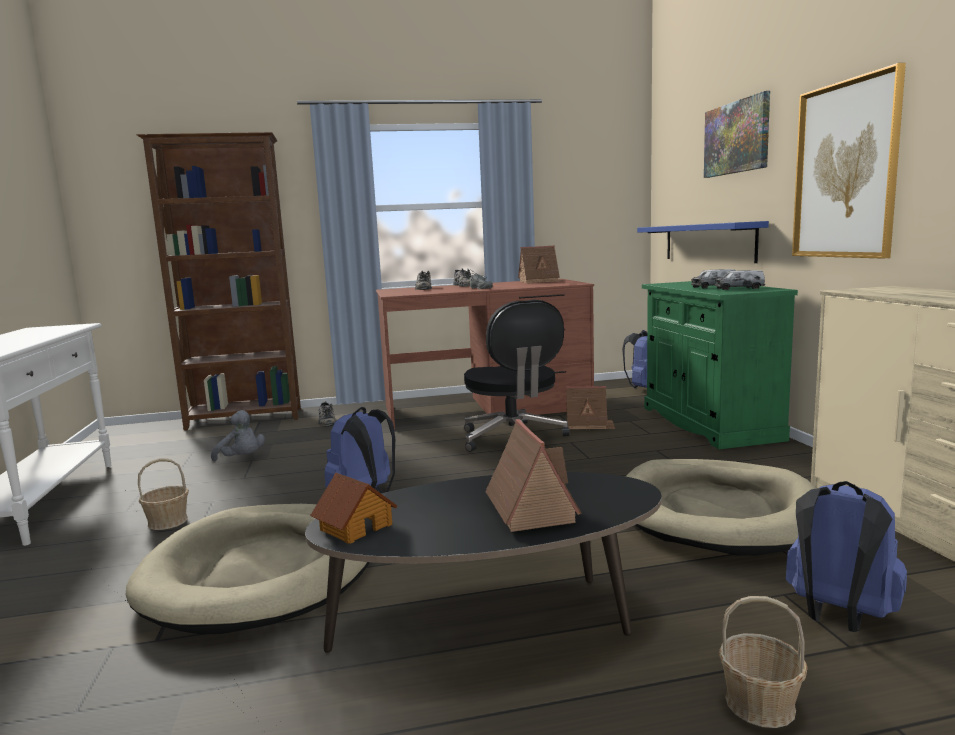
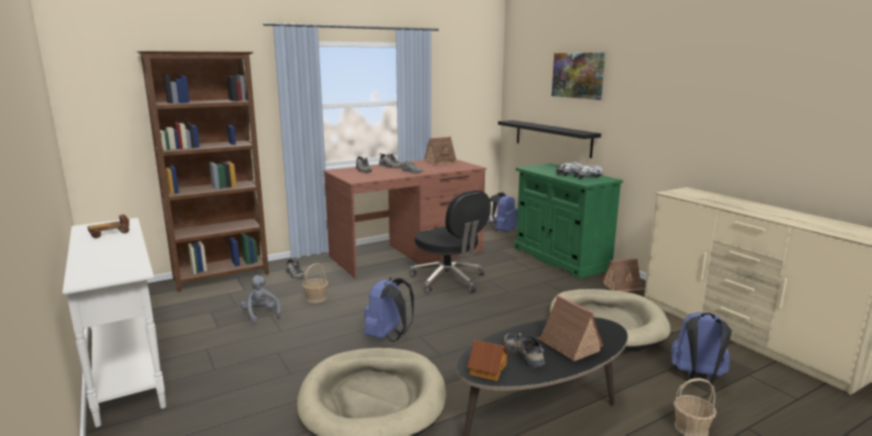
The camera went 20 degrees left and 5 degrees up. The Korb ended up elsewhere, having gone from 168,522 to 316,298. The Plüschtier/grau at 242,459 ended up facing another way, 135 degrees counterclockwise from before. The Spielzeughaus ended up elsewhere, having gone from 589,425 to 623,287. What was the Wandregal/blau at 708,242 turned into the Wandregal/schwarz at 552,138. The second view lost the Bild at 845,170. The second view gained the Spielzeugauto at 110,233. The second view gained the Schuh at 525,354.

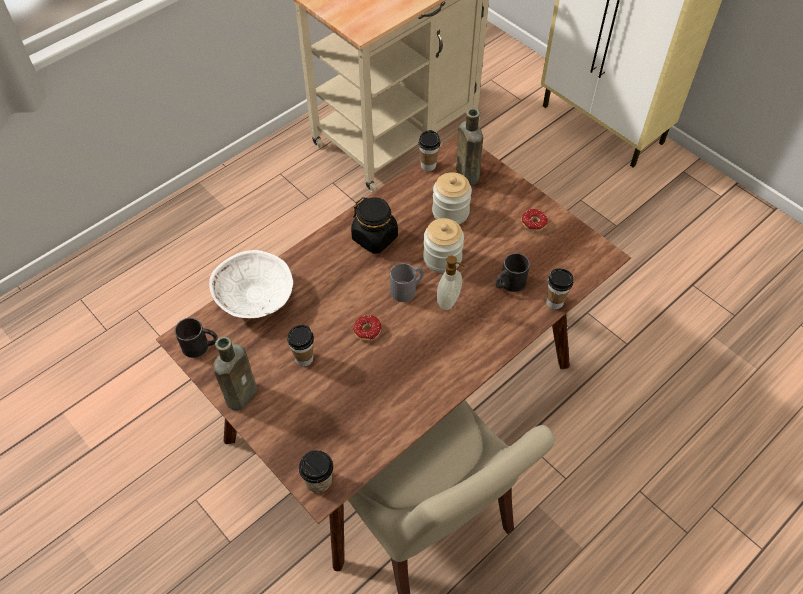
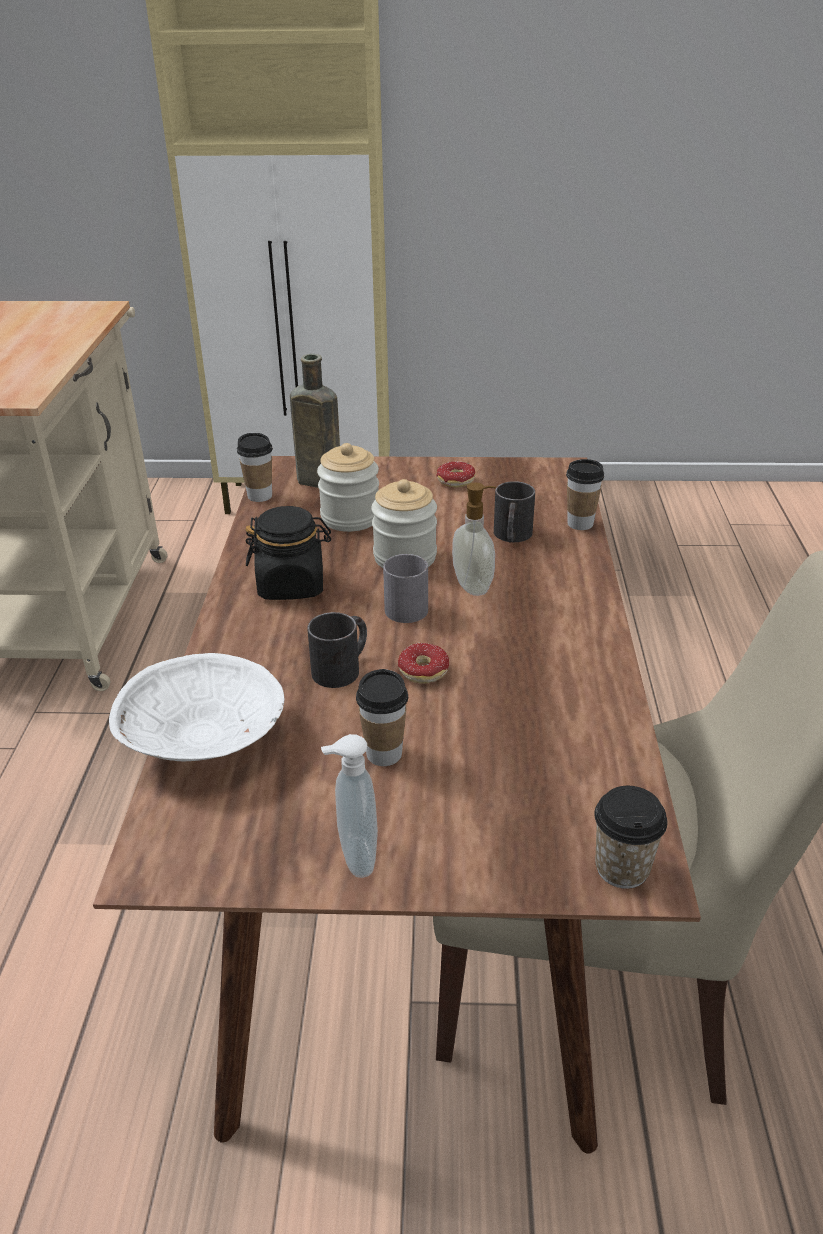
The camera went 45 degrees left and 20 degrees down. The Henkelbecher/schwarz ended up elsewhere, having gone from 201,346 to 342,667. Where the Flasche/braun stood at 243,393, the Seifenspender came to stand at 354,857.

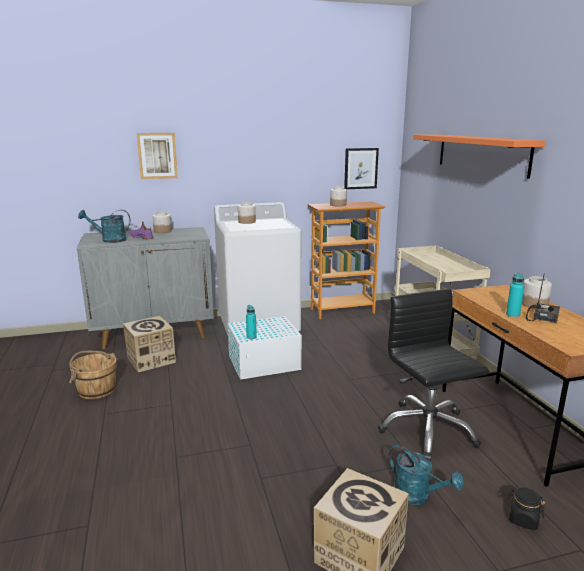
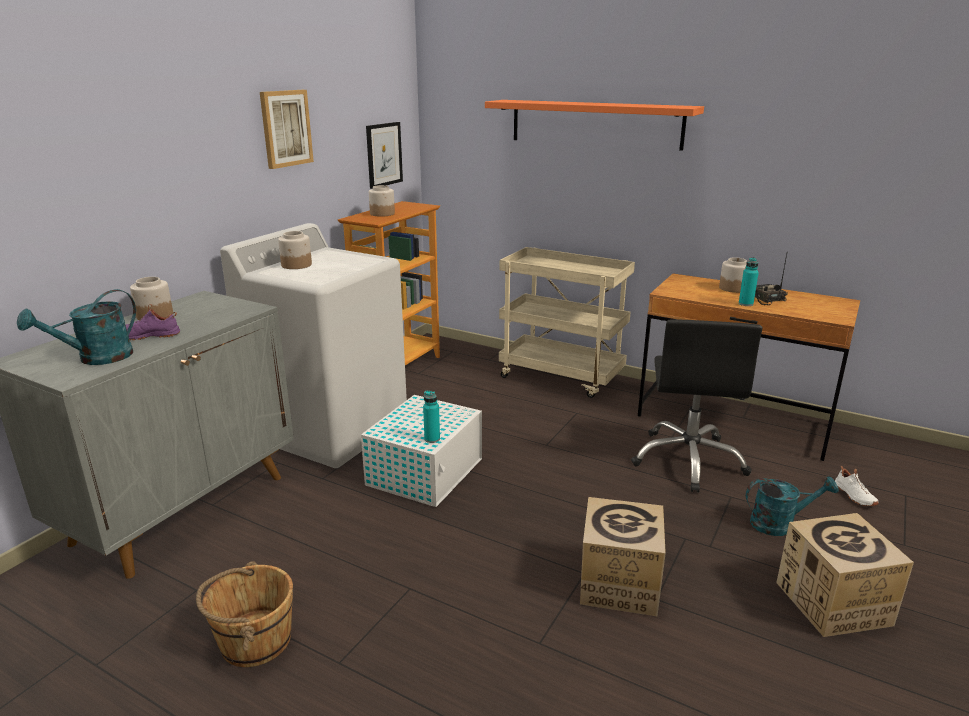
The camera went 45 degrees left and 5 degrees up. The Karton ended up elsewhere, having gone from 151,360 to 618,584. The Bild ended up elsewhere, having gone from 157,155 to 285,128. The Bürostuhl/schwarz at 427,430 ended up facing another way, 105 degrees counterclockwise from before. Where the Vorratsglas/schwarz stood at 523,519, the Schuh/weiß came to stand at 853,496.

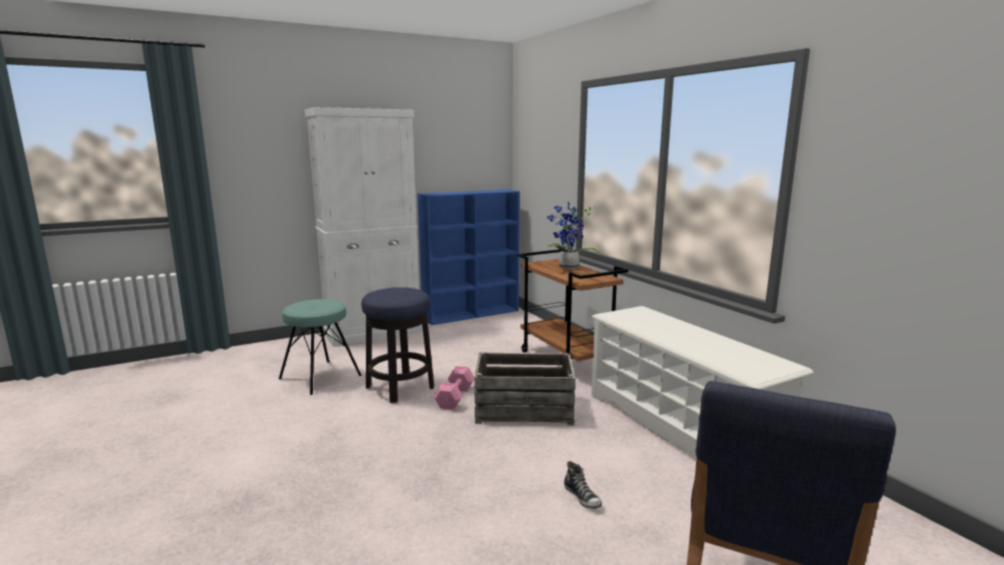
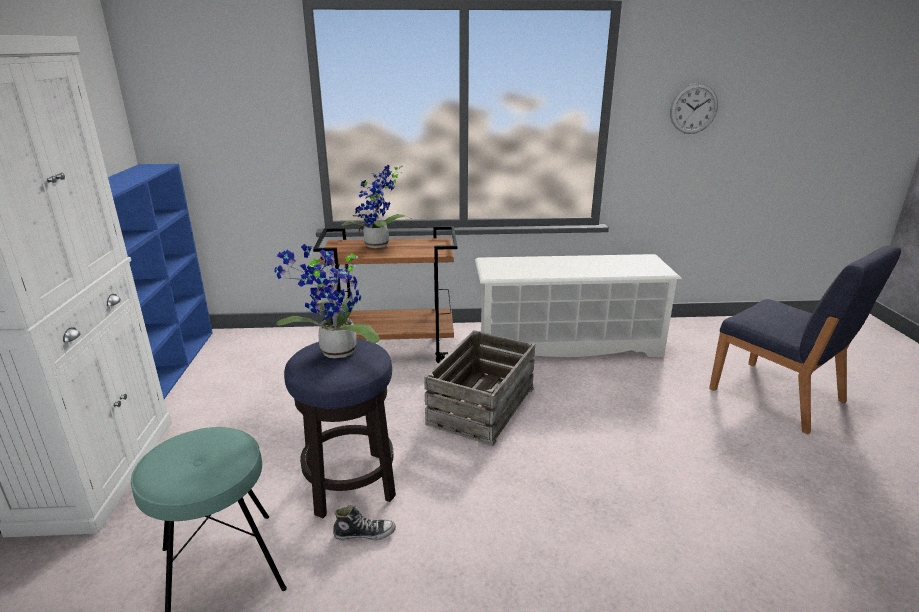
The camera went 65 degrees left and 10 degrees up. The second view lost the Hantel/rosa at 456,397. The Schuh ended up elsewhere, having gone from 582,497 to 364,533. The second view gained the Topfpflanze at 335,353. The second view gained the Wanduhr at 693,108.

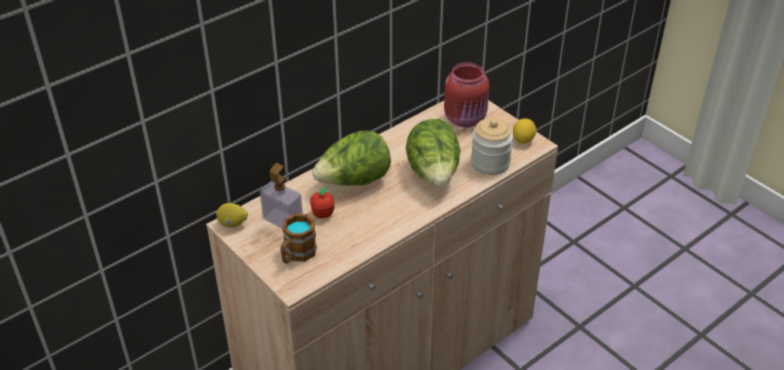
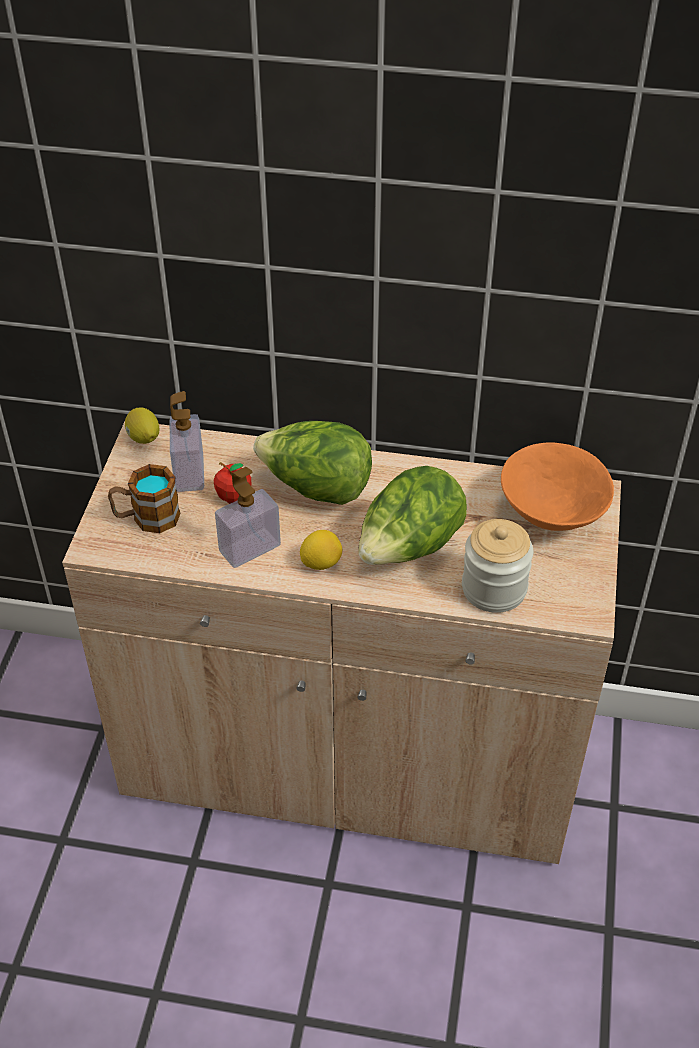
The camera went 50 degrees right and 5 degrees up. Where the Vorratsglas/rot stood at 466,119, the Schüssel/orange came to stand at 552,515. The Zitrone ended up elsewhere, having gone from 523,140 to 321,563. The second view gained the Seifenspender at 249,548.

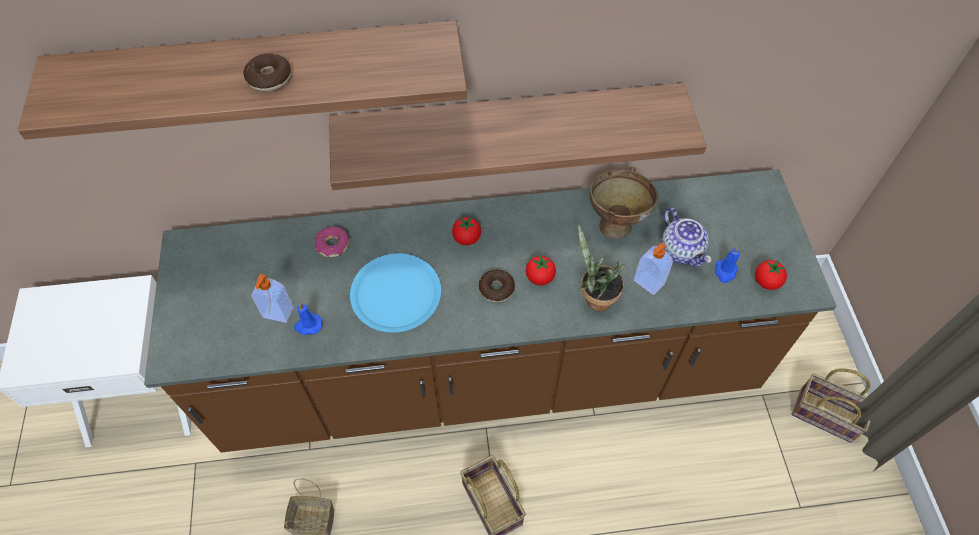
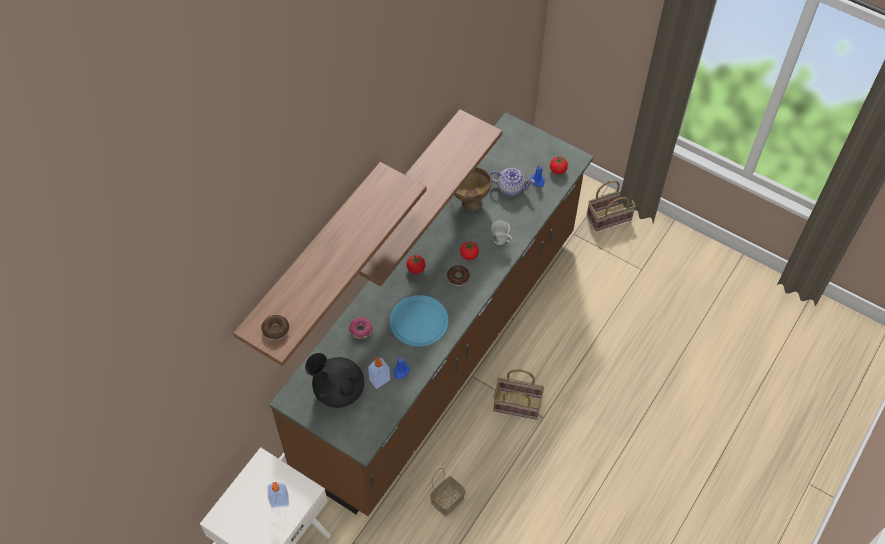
The camera went 50 degrees left and 0 degrees up. The Donut ended up elsewhere, having gone from 269,78 to 276,330. Where the Topfpflanze stood at 594,298, the Henkelbecher/weiß came to stand at 502,242. The Seifenspender ended up elsewhere, having gone from 648,283 to 279,502. The second view gained the Teekanne/schwarz at 338,389.

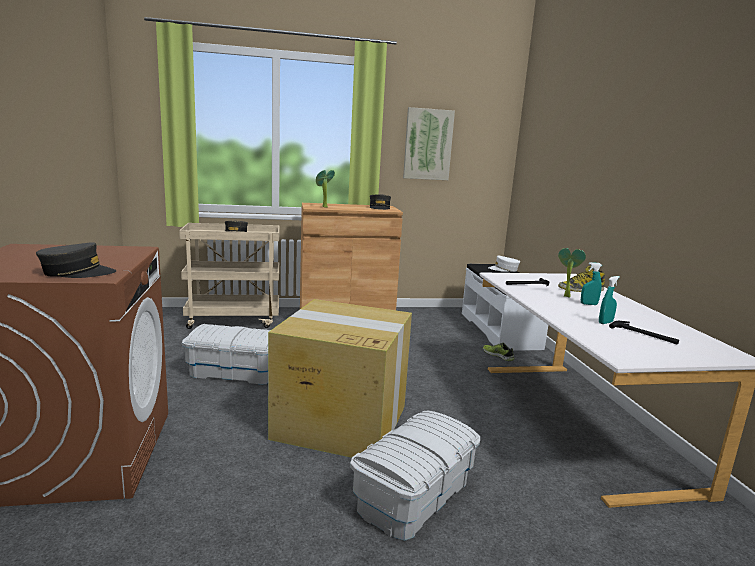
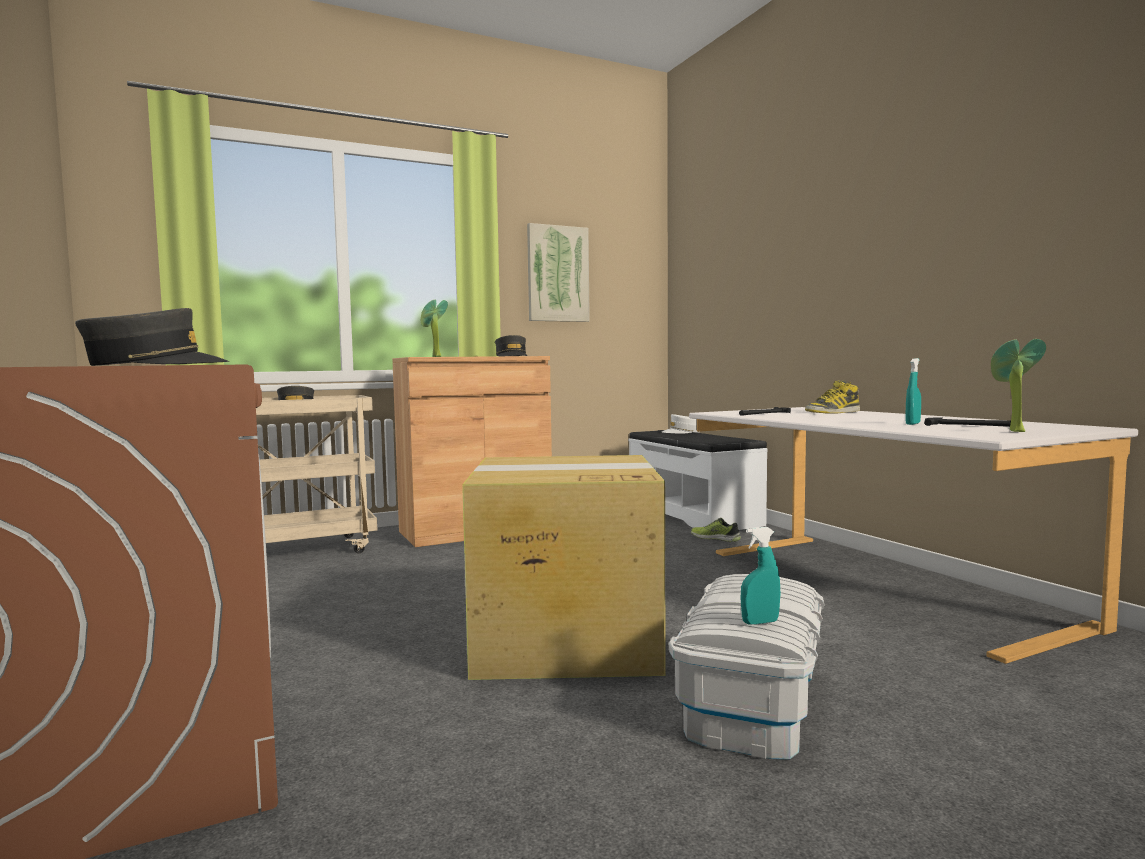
The camera went 15 degrees left and 10 degrees down. The second view lost the Aufbewahrungsbox/weiß at 234,372. The Topfpflanze ended up elsewhere, having gone from 565,296 to 1012,431. The Sprühflasche/türkis ended up elsewhere, having gone from 588,304 to 760,622.

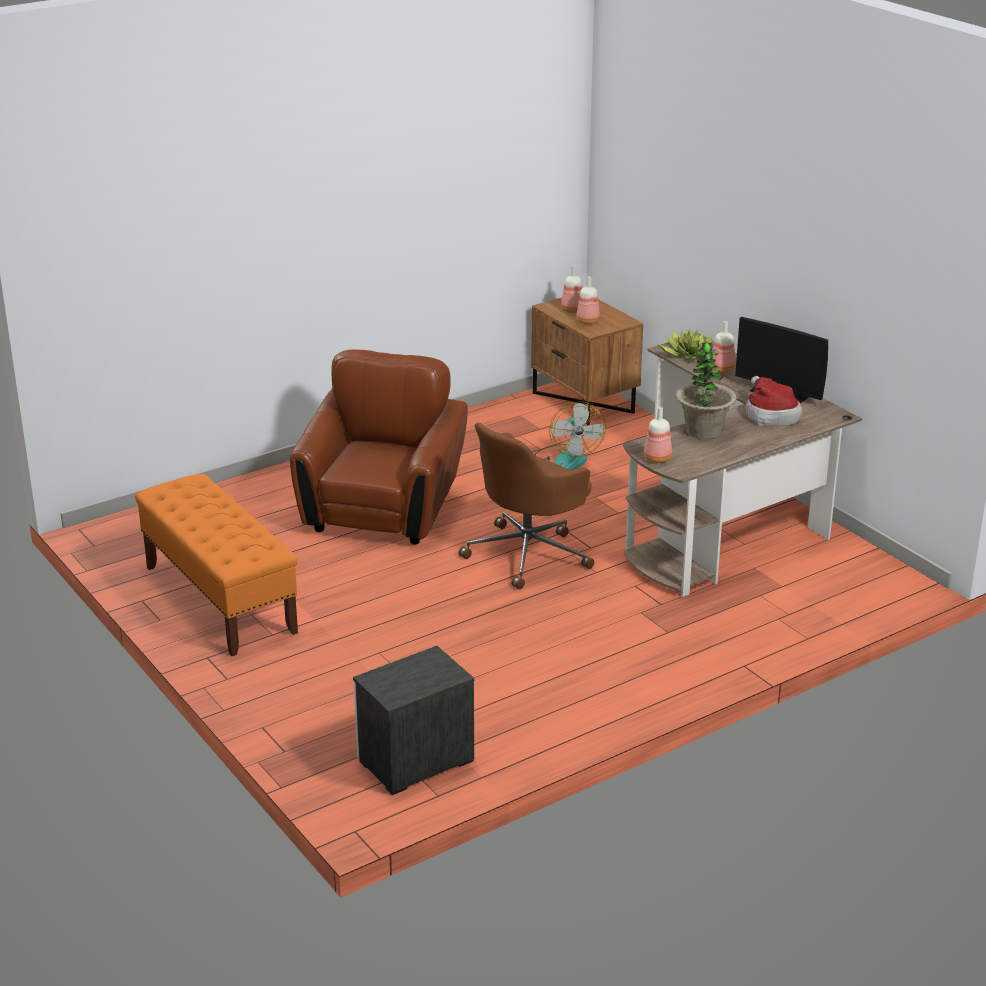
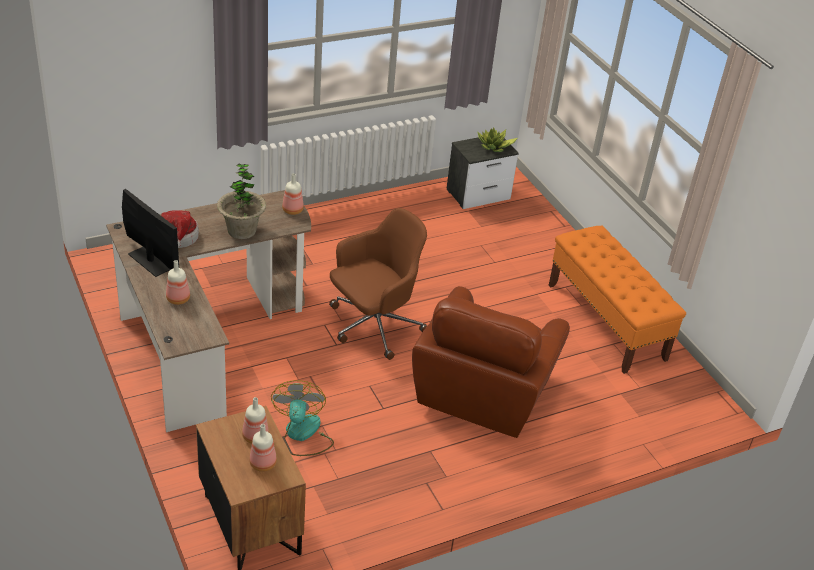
The camera went 175 degrees left and 10 degrees up. The Topfpflanze ended up elsewhere, having gone from 687,354 to 494,147.

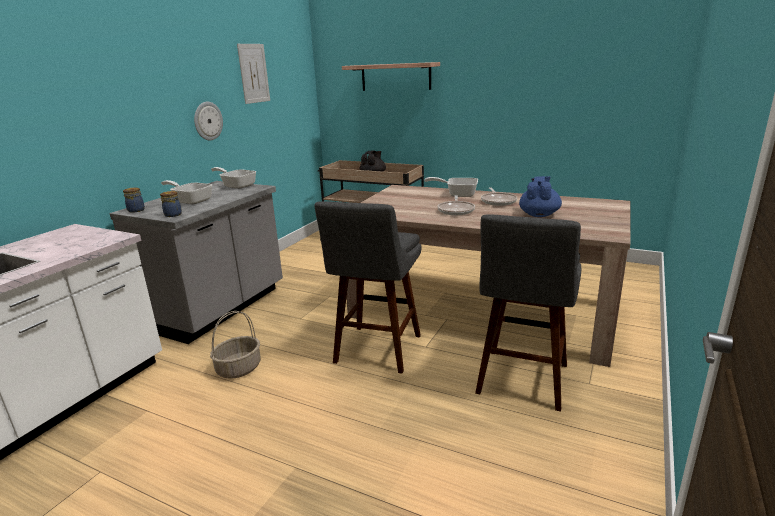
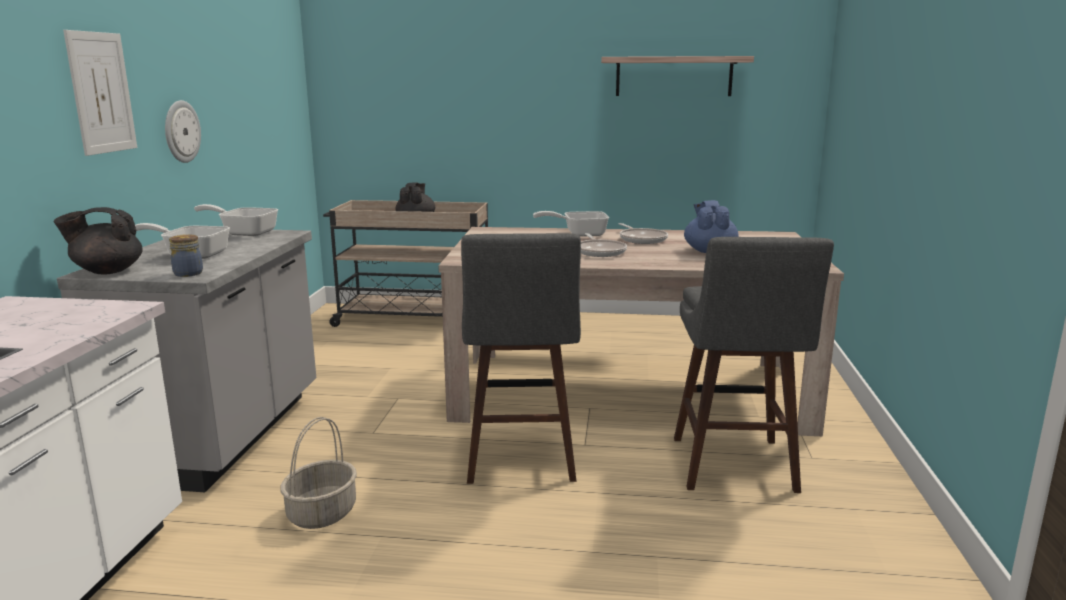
The camera went 20 degrees left and 5 degrees down. Where the Vorratsglas stood at 136,210, the Teekanne/schwarz came to stand at 107,271. The Bild ended up elsewhere, having gone from 254,73 to 101,93. The Wandregal ended up elsewhere, having gone from 395,77 to 673,76.

